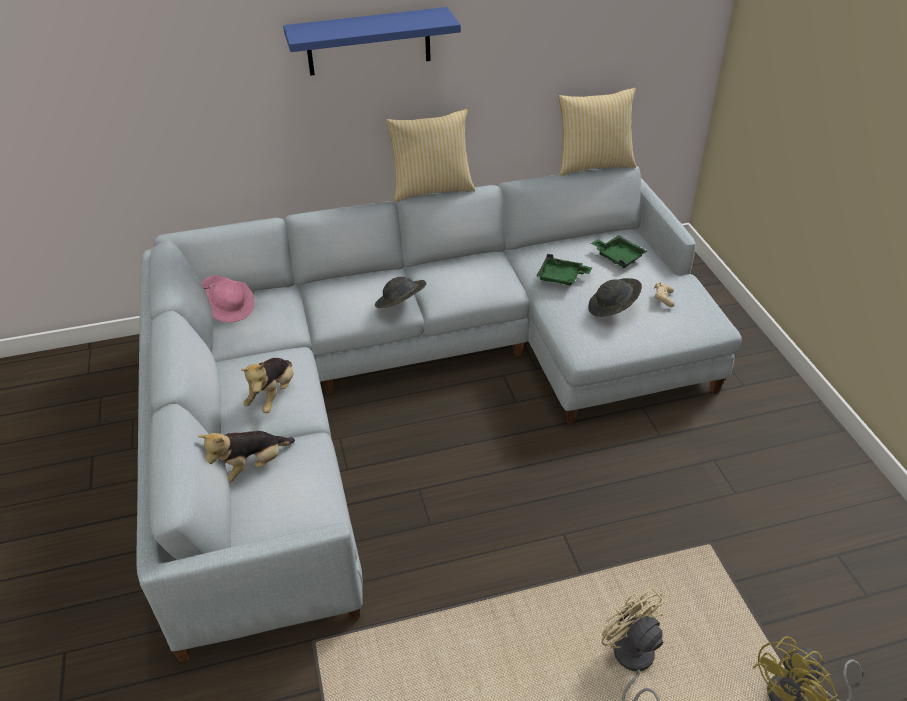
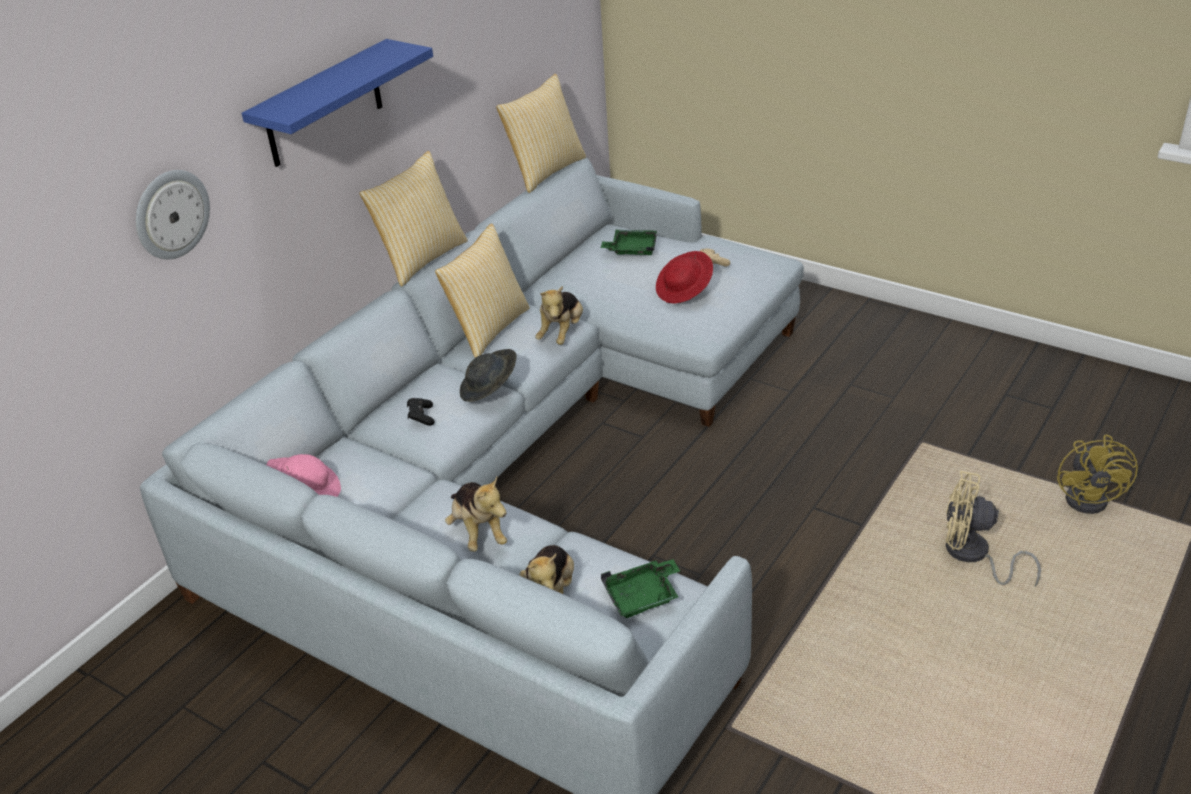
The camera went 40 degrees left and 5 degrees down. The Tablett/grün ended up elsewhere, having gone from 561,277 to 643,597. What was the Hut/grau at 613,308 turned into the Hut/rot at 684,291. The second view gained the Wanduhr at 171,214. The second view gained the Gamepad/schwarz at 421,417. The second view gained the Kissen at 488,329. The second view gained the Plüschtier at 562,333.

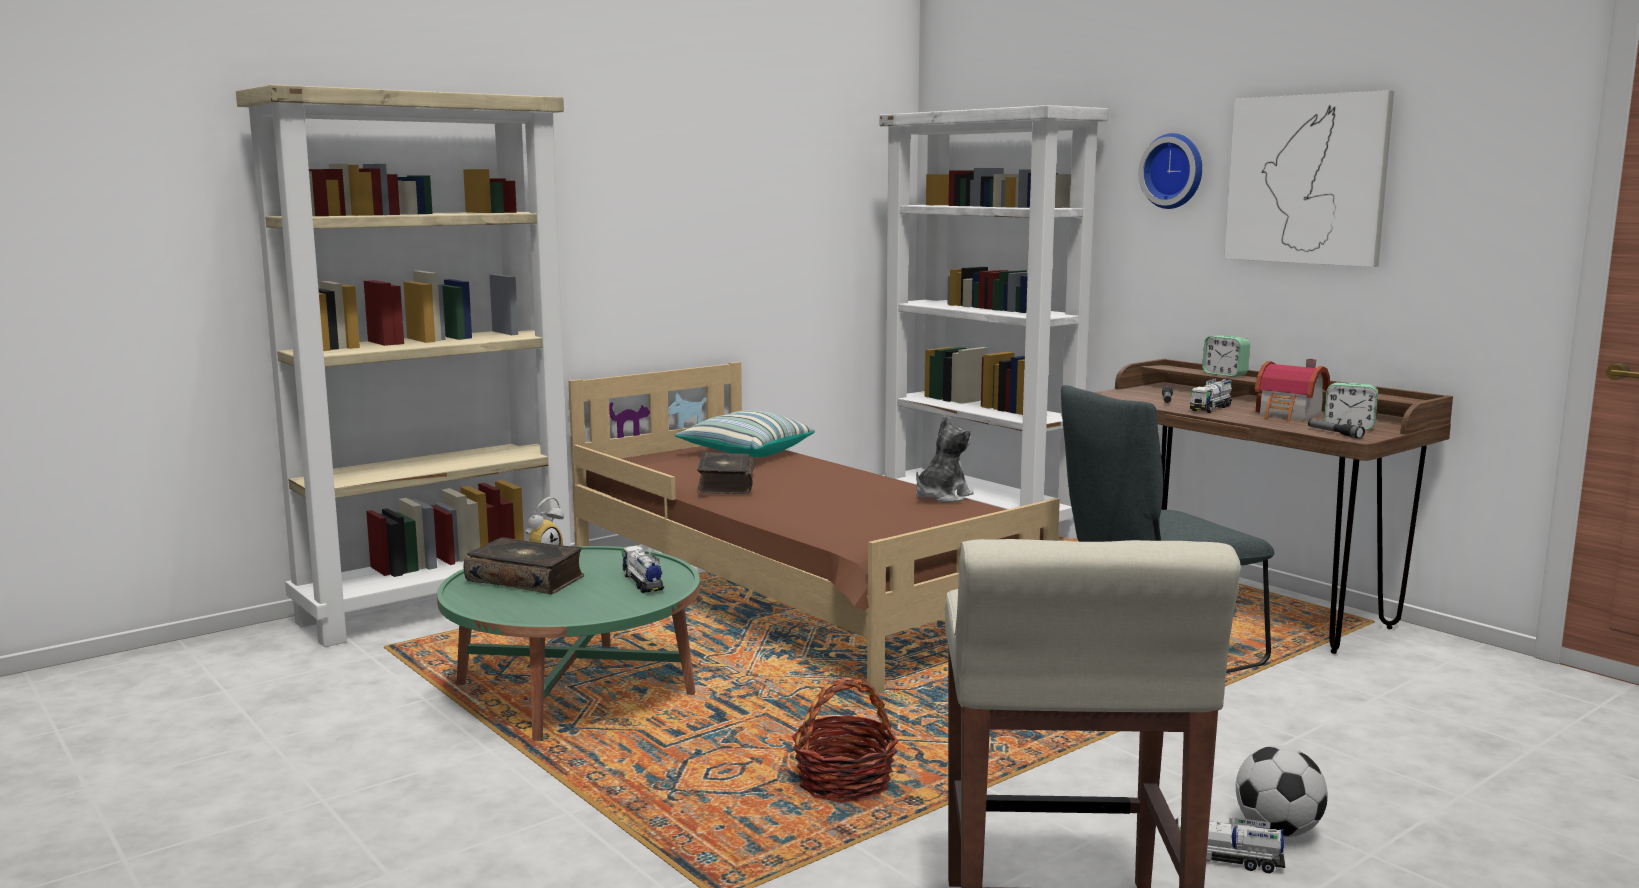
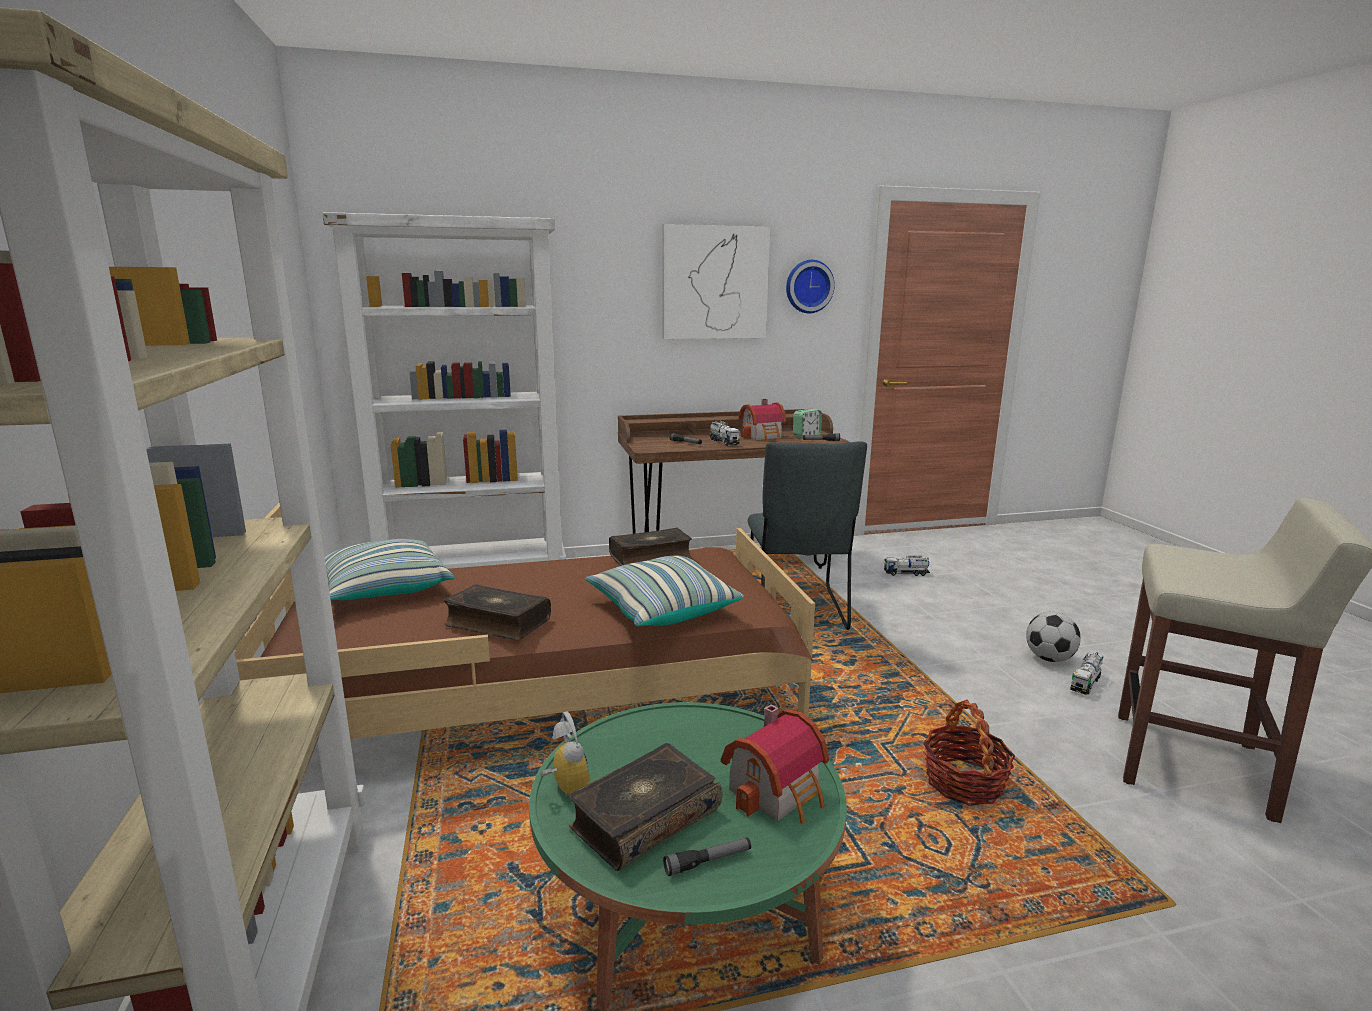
The camera went 65 degrees left and 5 degrees up. The Spielzeuglaster ended up elsewhere, having gone from 643,583 to 906,573. Where the Plüschtier stood at 942,497, the Buch came to stand at 650,557. The Wanduhr ended up elsewhere, having gone from 1174,171 to 808,286. The second view lost the Wecker at 1224,374. The second view gained the Kissen at 661,609. The second view gained the Taschenlampe at 708,862. The second view gained the Spielzeughaus at 779,792.

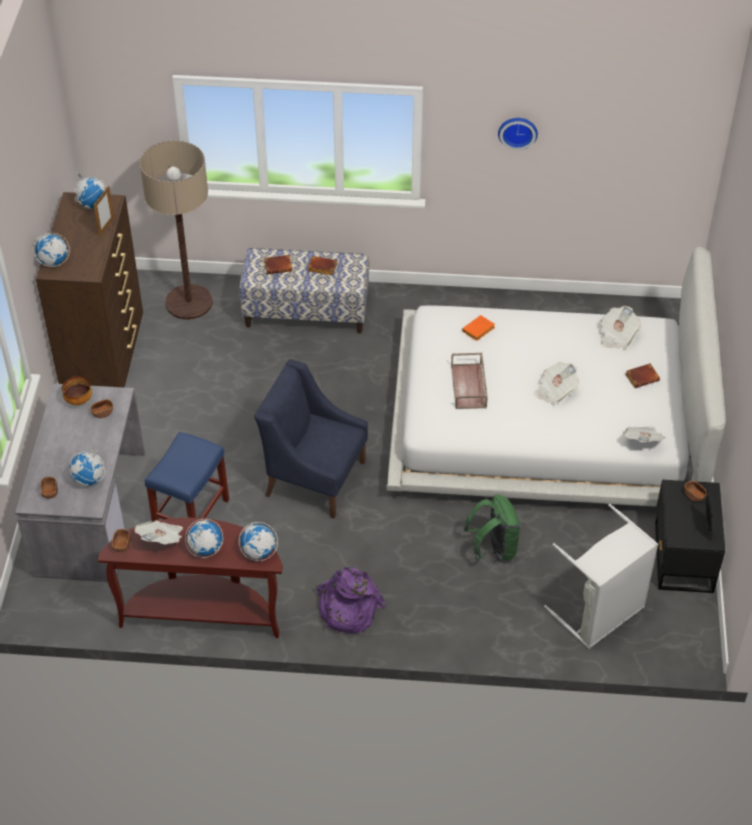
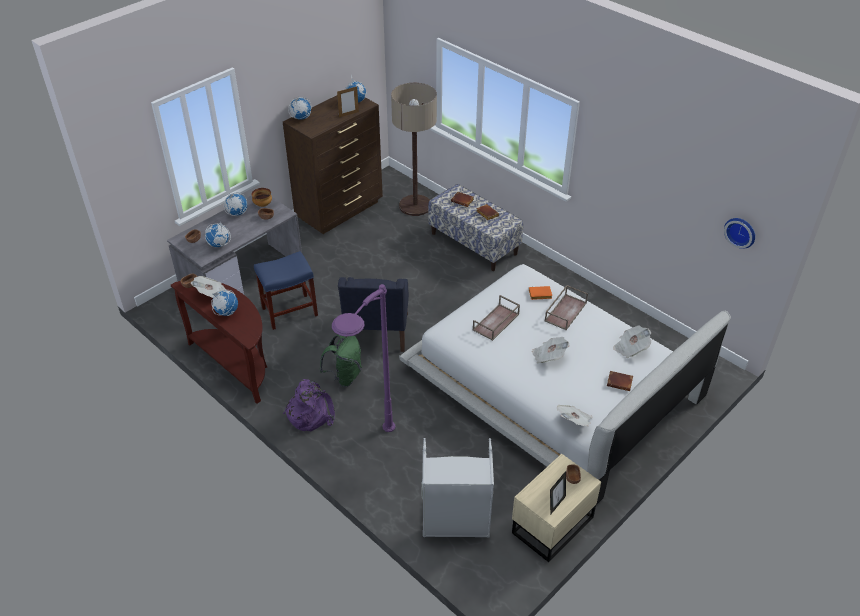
The camera went 40 degrees right and 5 degrees down. The Globus ended up elsewhere, having gone from 258,552 to 237,213. The Sessel/blau at 314,477 ended up facing another way, 150 degrees counterclockwise from before. The Rucksack/grün ended up elsewhere, having gone from 493,550 to 344,376. The Wanduhr ended up elsewhere, having gone from 517,131 to 741,231. What was the Nachttisch/schwarz at 681,558 turned into the Nachttisch/beige at 550,524. The second view gained the Stehlampe/lila at 368,456. The second view gained the Tablett/braun at 565,311.

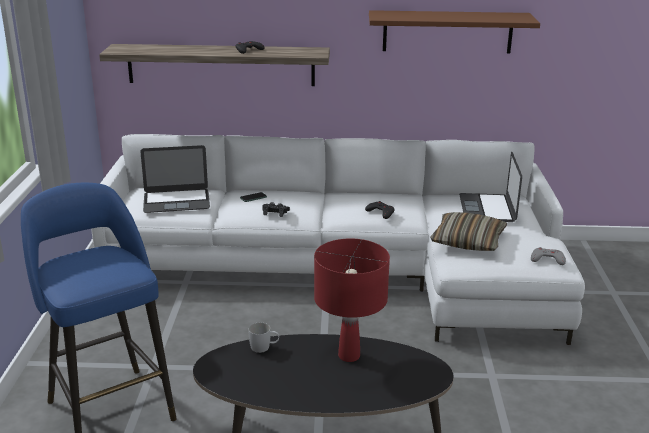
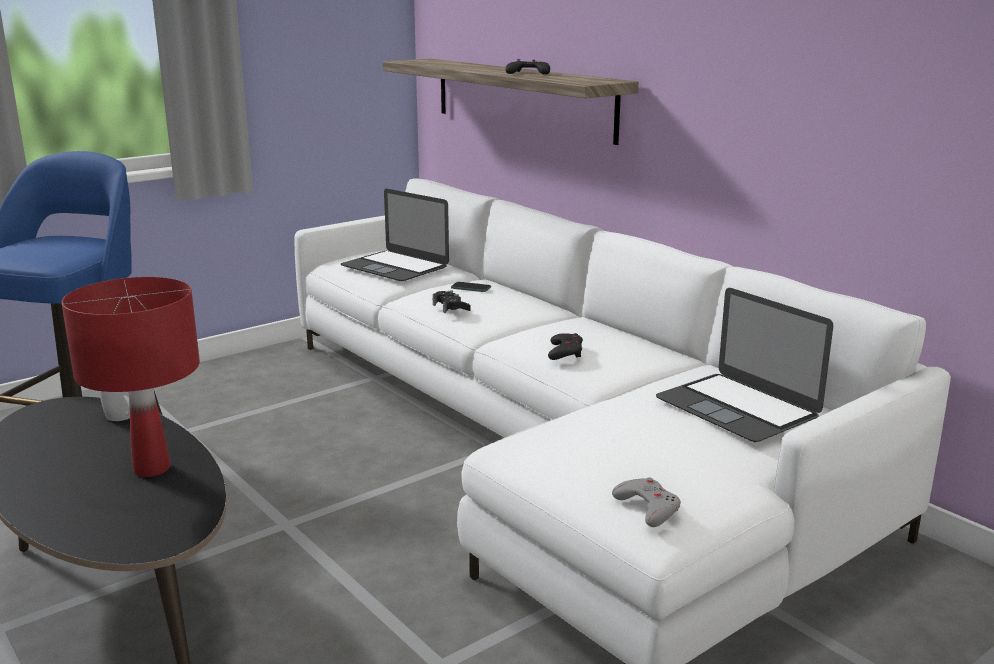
The camera went 50 degrees right and 5 degrees down. The second view lost the Wandregal/braun at 447,32. The second view lost the Kissen at 468,241. The Laptop at 487,208 ended up facing another way, 90 degrees counterclockwise from before.

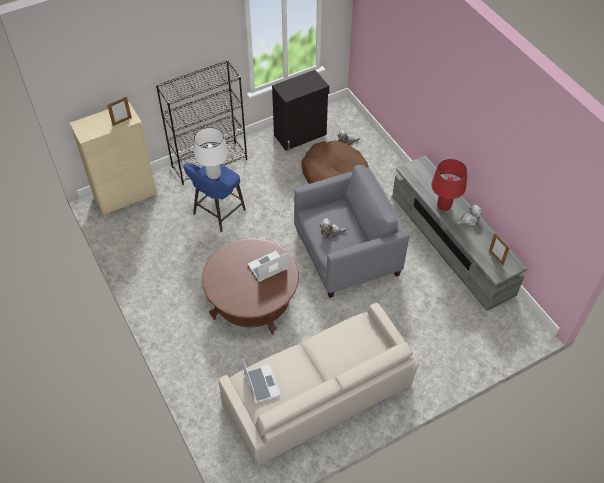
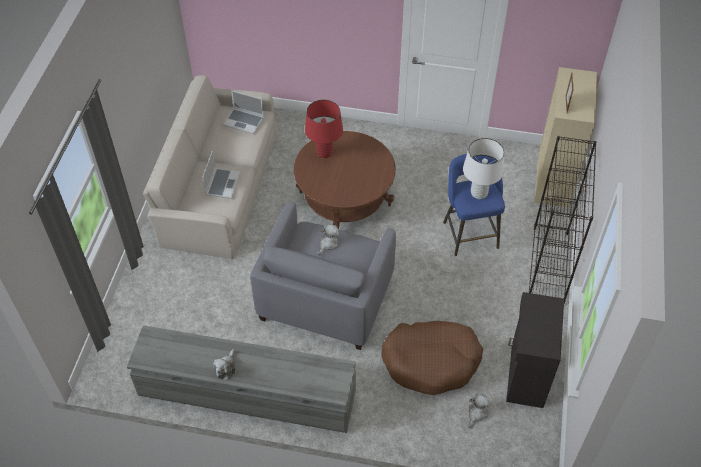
The camera went 130 degrees right and 0 degrees up. The Laptop ended up elsewhere, having gone from 267,267 to 222,184. The Tischlampe/rot ended up elsewhere, having gone from 444,205 to 324,152. The second view lost the Bilderrahmen at 496,258.

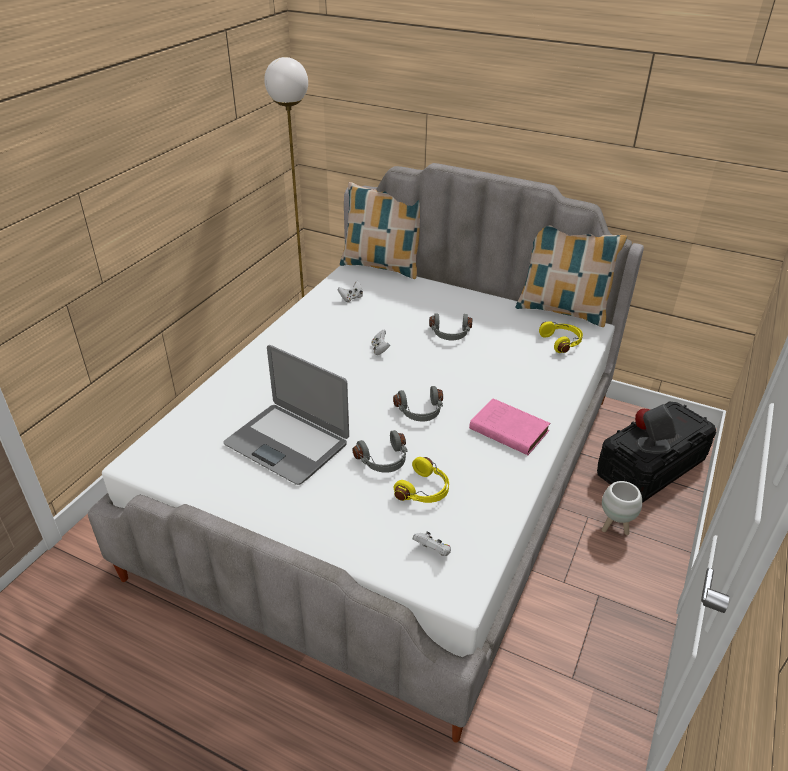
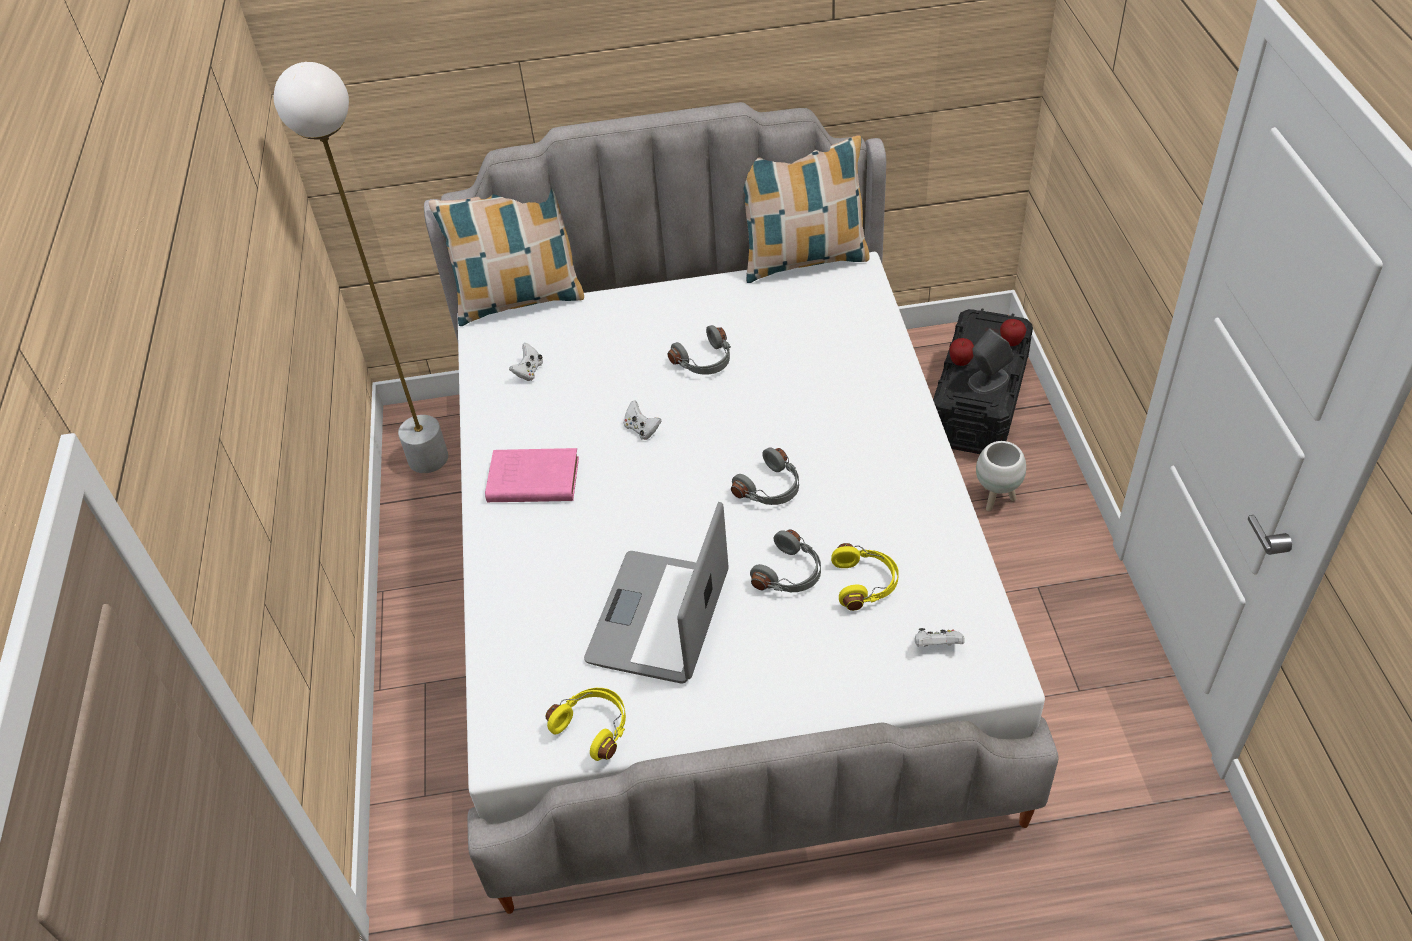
The camera went 30 degrees left and 10 degrees up. The Laptop at 287,443 ended up facing another way, 105 degrees clockwise from before. The Buch/rosa ended up elsewhere, having gone from 507,429 to 531,480. The Kopfhörer/gelb ended up elsewhere, having gone from 562,342 to 594,727. The second view gained the Apfel at 1011,342.

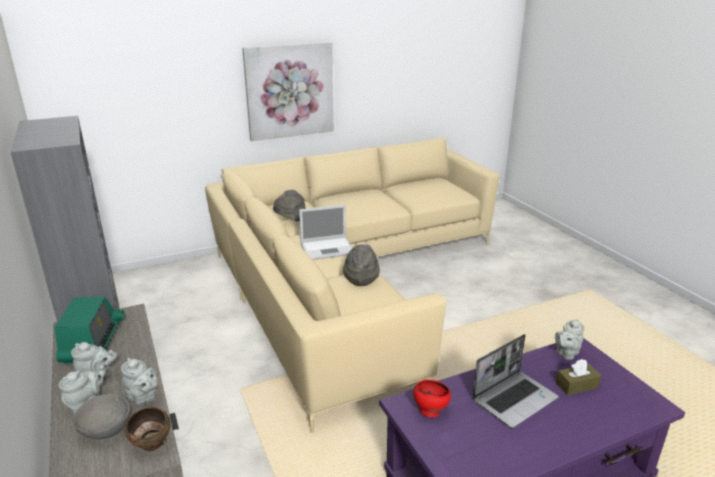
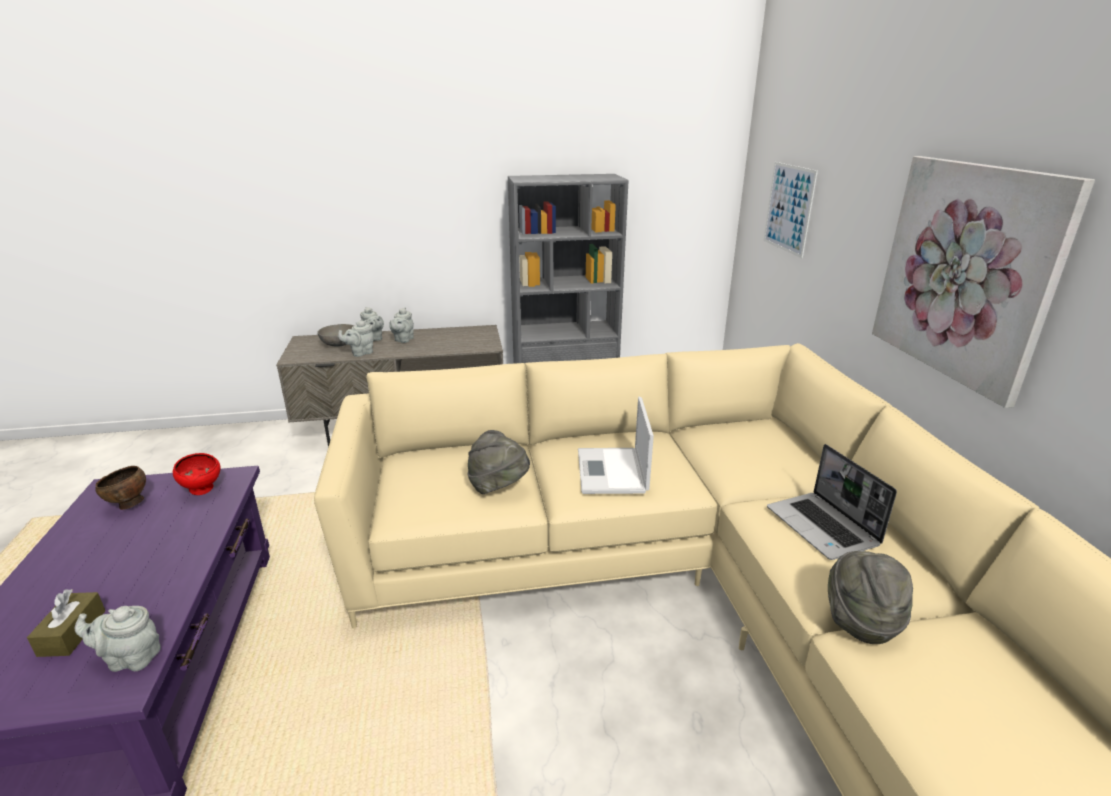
The camera went 105 degrees right and 0 degrees up. The second view lost the Radio at 93,342. The Schüssel/braun ended up elsewhere, having gone from 153,446 to 128,505. The Hut/grau ended up elsewhere, having gone from 290,220 to 860,620. The Laptop ended up elsewhere, having gone from 514,399 to 823,527. The Teekanne/grau at 566,353 ended up facing another way, 60 degrees counterclockwise from before. The second view gained the Bild at 788,208.

